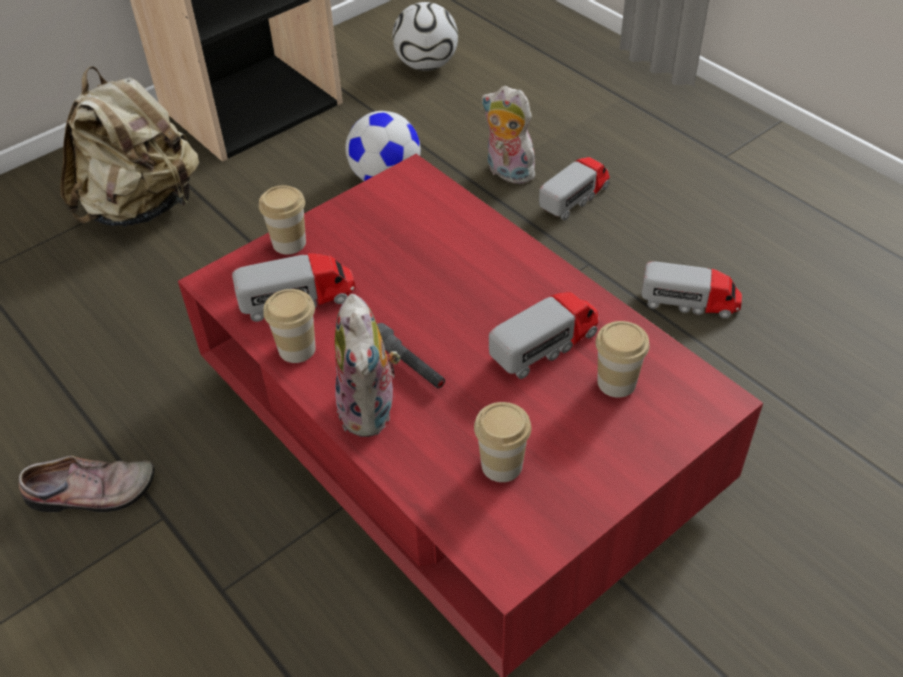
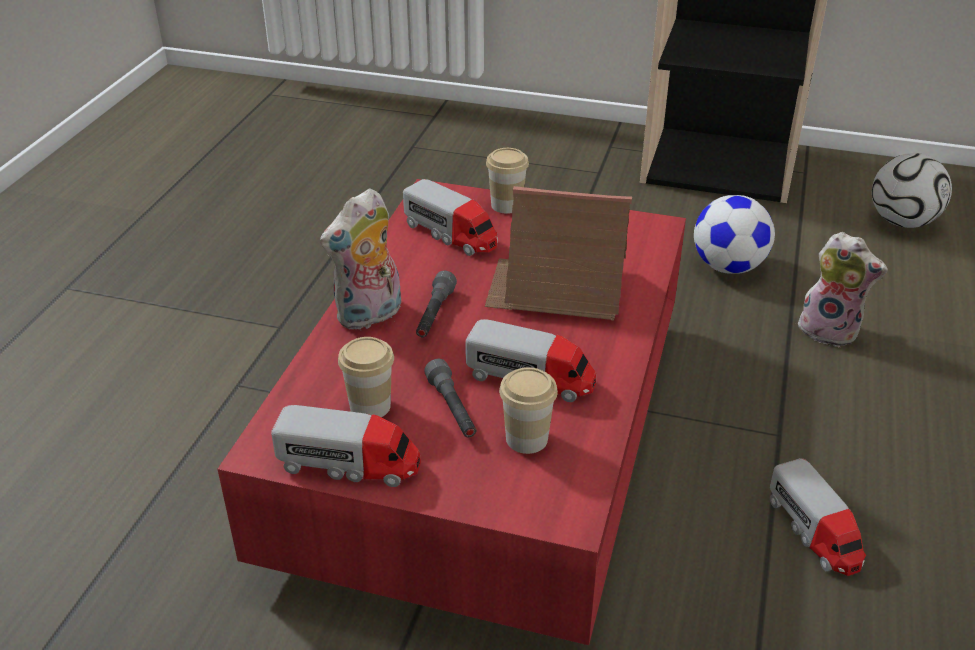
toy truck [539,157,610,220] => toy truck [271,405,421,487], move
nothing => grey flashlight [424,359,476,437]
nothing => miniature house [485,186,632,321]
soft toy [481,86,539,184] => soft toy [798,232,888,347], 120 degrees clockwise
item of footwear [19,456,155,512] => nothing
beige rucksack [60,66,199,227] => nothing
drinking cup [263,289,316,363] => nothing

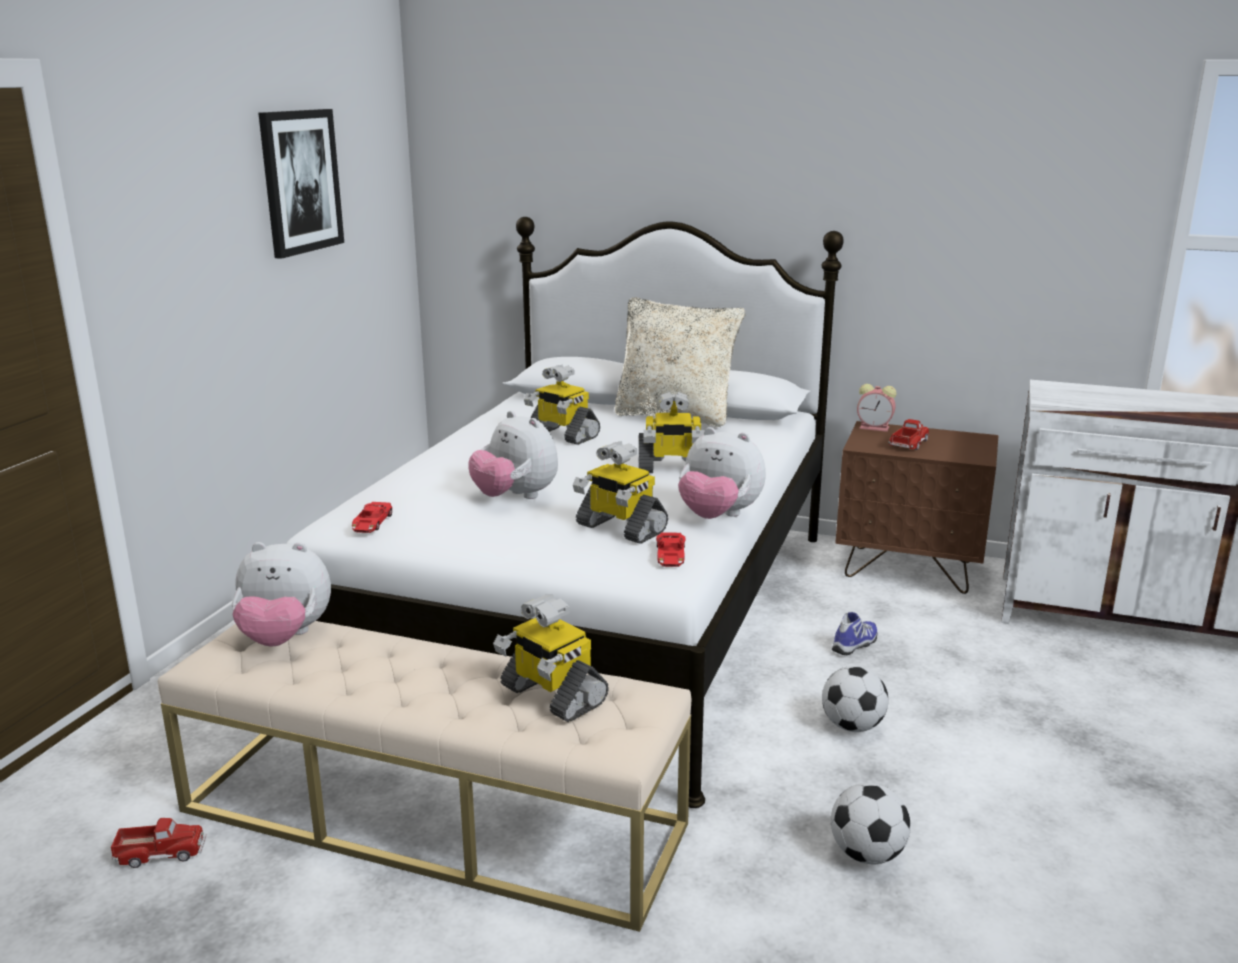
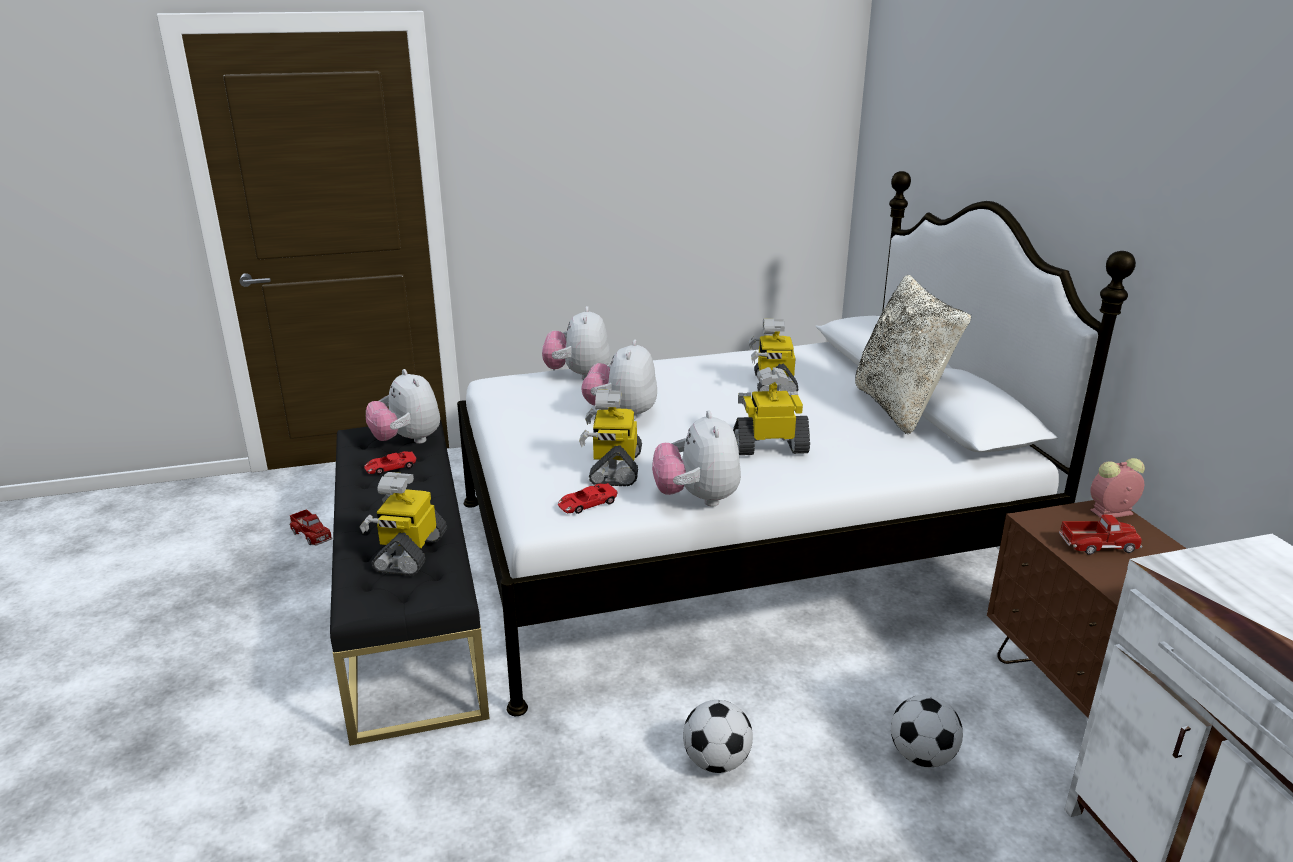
beige indoor bench [158,621,692,932] => black indoor bench [330,420,490,746]
red-coloured toy car [352,502,392,533] => red-coloured toy car [364,451,416,475], move
nothing => soft toy [542,306,610,380]
model robot [639,392,704,473] => model robot [733,367,810,455], 120 degrees clockwise
football [831,783,911,864] => football [891,695,963,767], move
bedside clock [857,384,897,432] => bedside clock [1090,458,1145,518], 90 degrees clockwise
wall picture [258,109,344,259] => nothing
item of footwear [832,612,877,655] => nothing

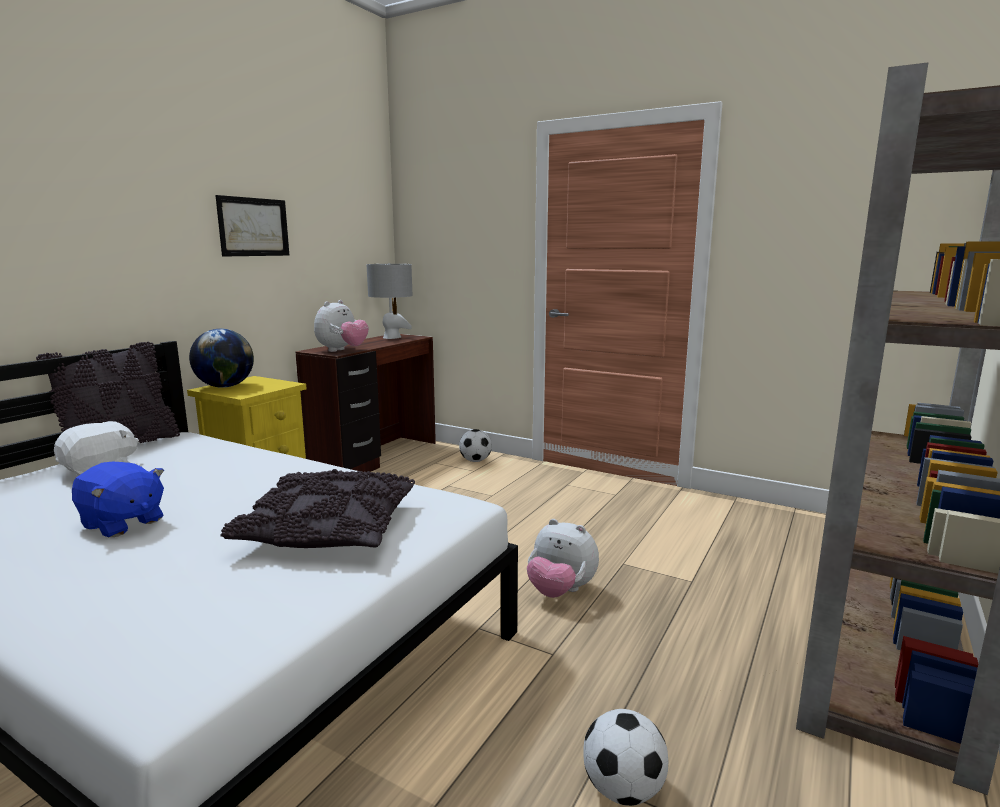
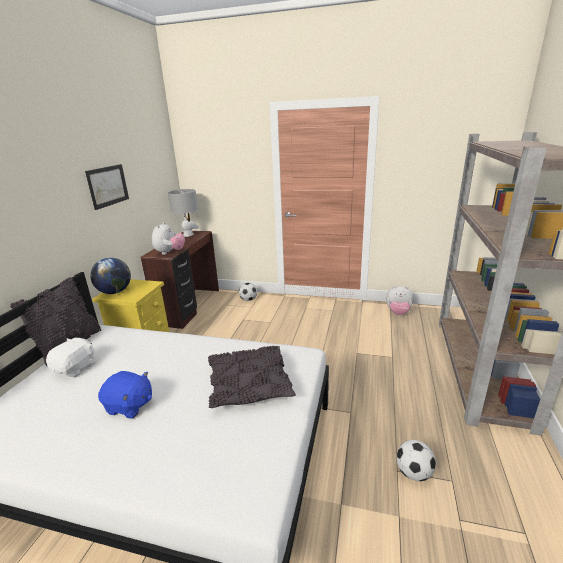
soft toy [527,519,599,598] => soft toy [386,286,413,315], move

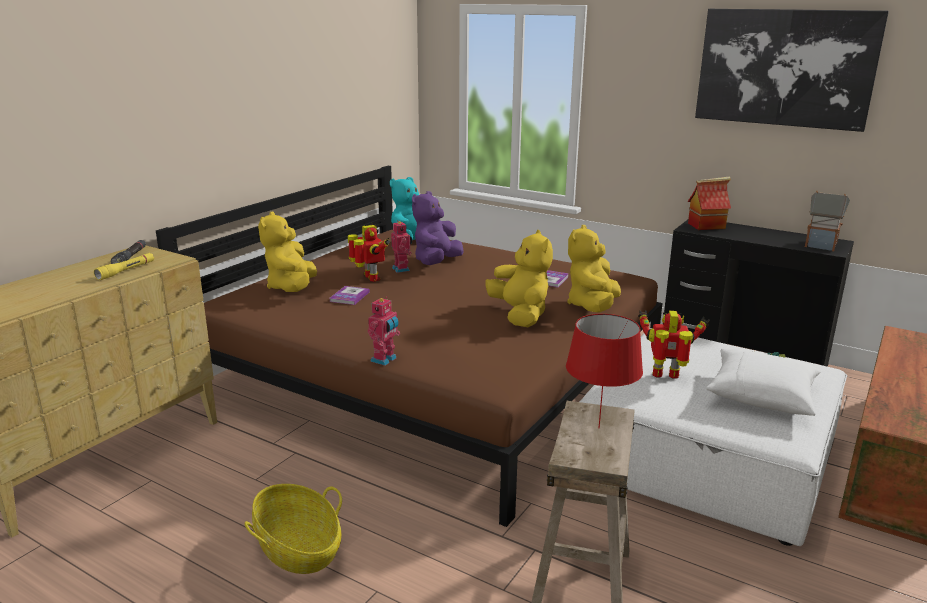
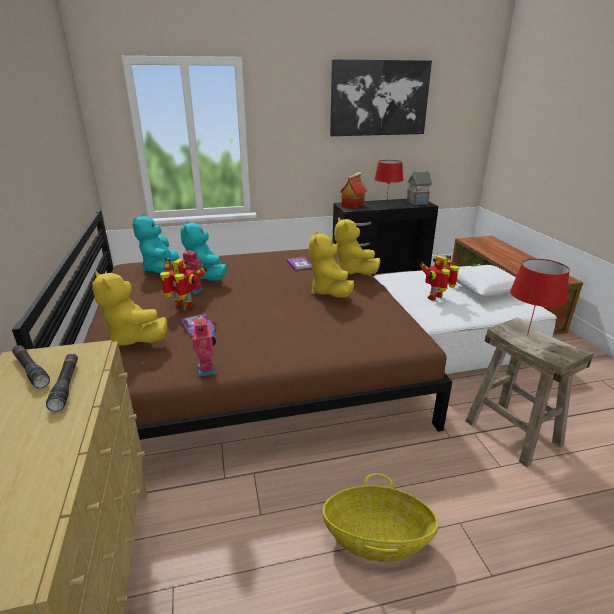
yellowish flashlight [94,253,154,280] => black flashlight [46,354,78,412]
purple soft toy [412,191,464,265] => blue-green soft toy [181,221,227,281]
model robot [368,297,400,366] => model robot [192,316,216,377], move
yellowish soft toy [485,230,553,327] => yellowish soft toy [309,231,354,298], 120 degrees counterclockwise
nothing => red-coloured tabletop lamp [375,160,403,198]

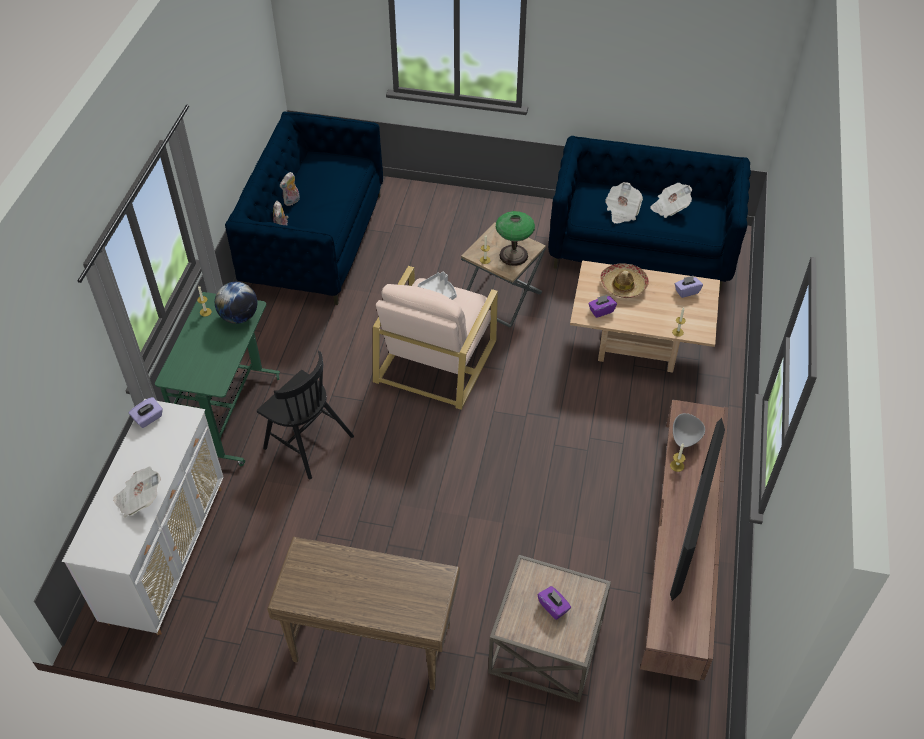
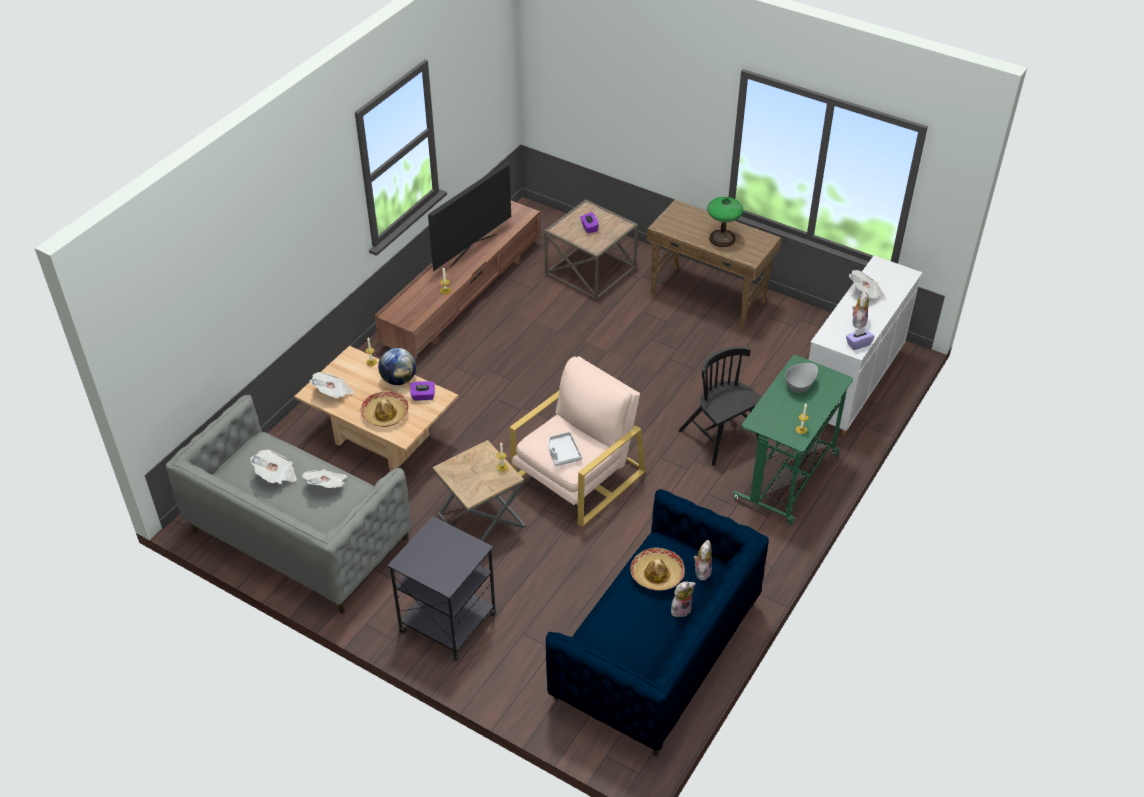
blue-coloured couch [548,136,751,292] => grey couch [166,395,411,614]
purple tissue box [675,276,703,298] => daily paper [309,372,354,398]
globe [215,282,257,324] => globe [378,348,416,385], move
nothing => black wheeled cart [387,516,496,661]
nothing => clothing hat [631,547,685,591]
tabletop lamp [496,211,535,266] => tabletop lamp [707,197,743,247], move
grey deep dish [673,413,705,447] => grey deep dish [785,363,818,393], move
nothing => soft toy [852,292,869,329]

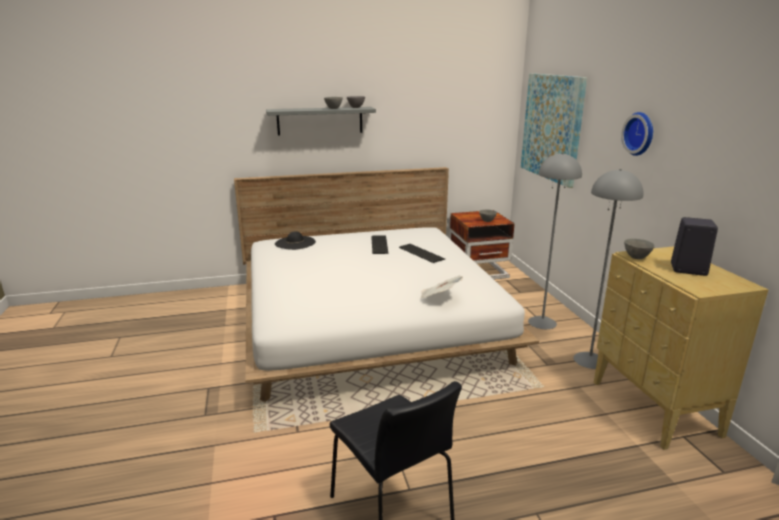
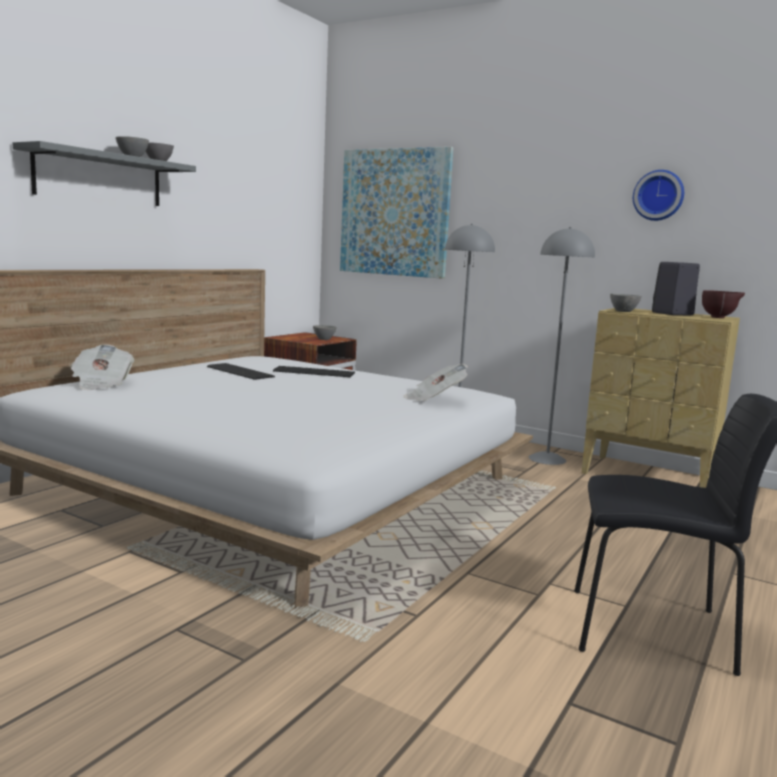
black clothing hat [275,231,316,250] => daily paper [70,344,135,390]
hanging clock [621,112,653,156] => hanging clock [633,170,684,221], move
nothing => brown deep dish [702,290,745,318]

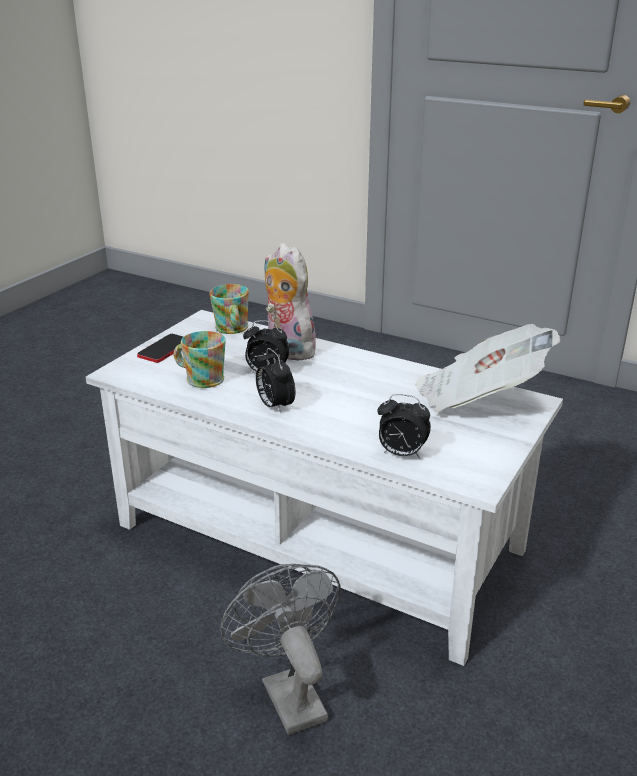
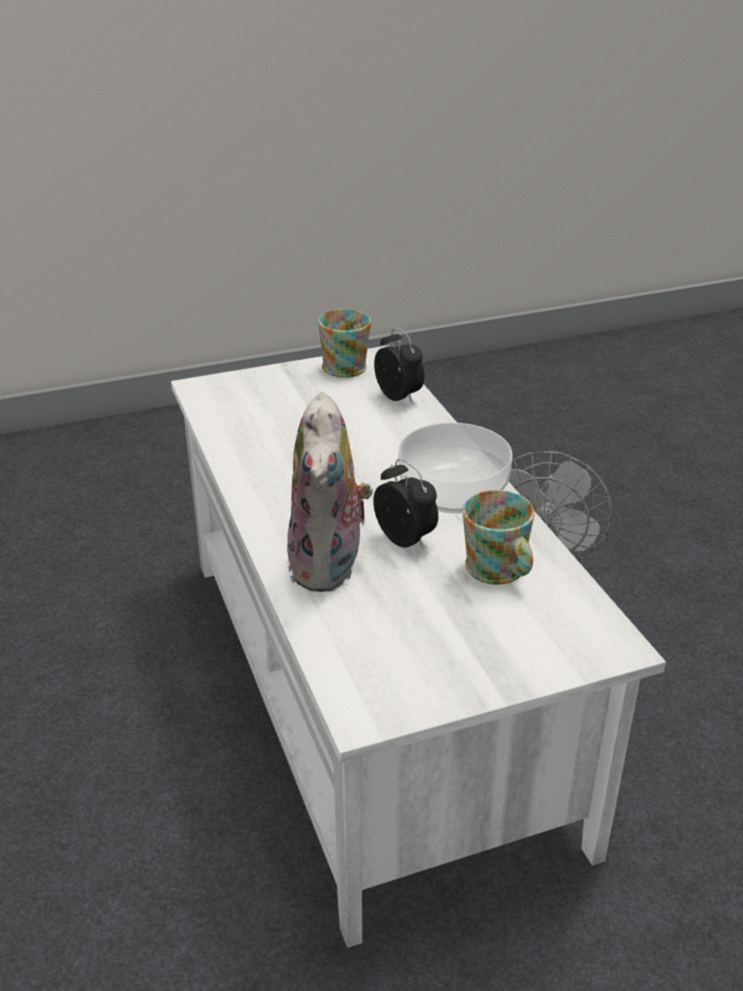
coffee mug [209,284,249,334] => coffee mug [318,309,371,378], move
bedside clock [256,348,295,413] => deep dish [398,423,513,513]
telephone [137,334,183,363] => nothing
daily paper [415,324,560,412] => nothing

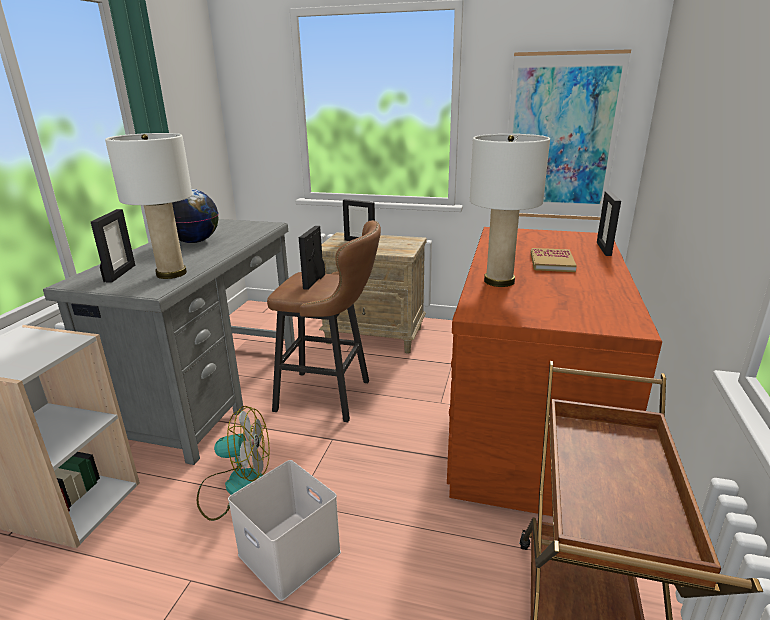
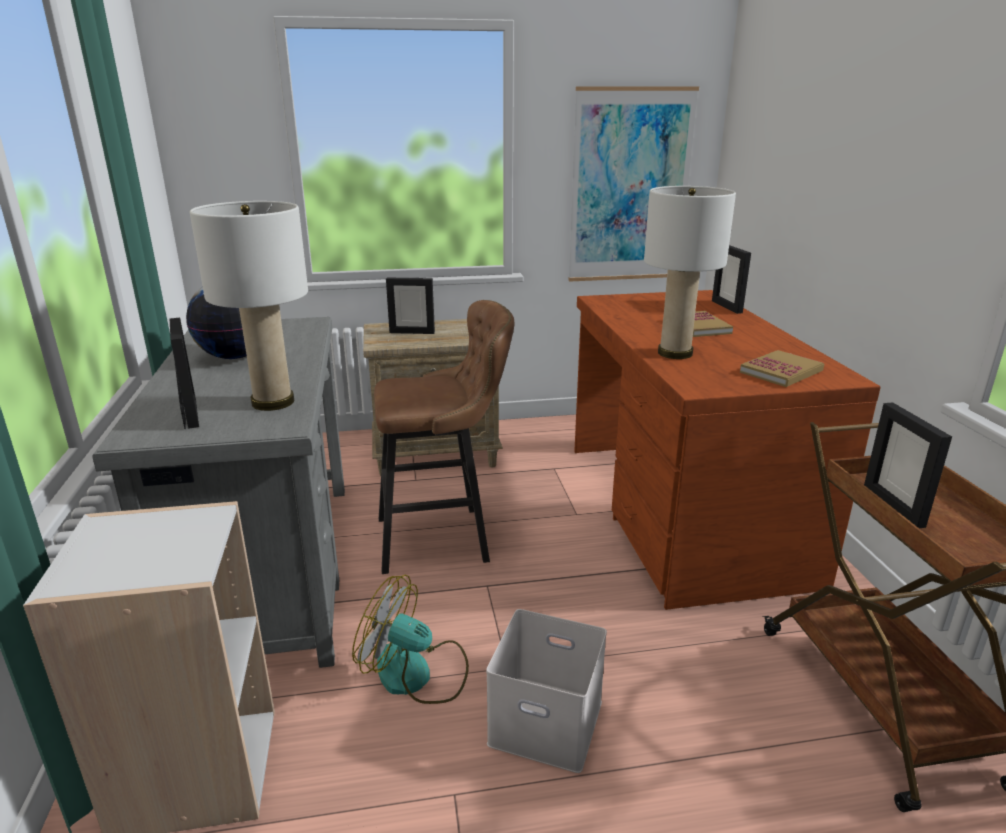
cooling fan [197,406,270,521] => cooling fan [352,575,469,704], 135 degrees counterclockwise
nothing => volume [740,350,824,387]
standing frame [299,226,325,290] => standing frame [864,402,952,528], move

